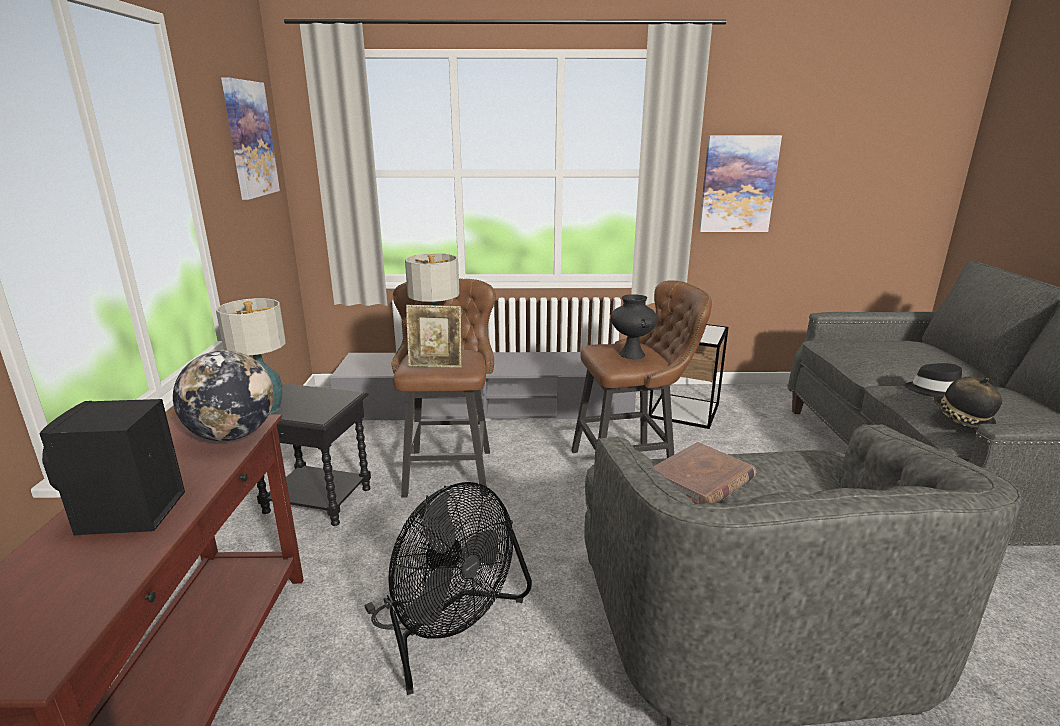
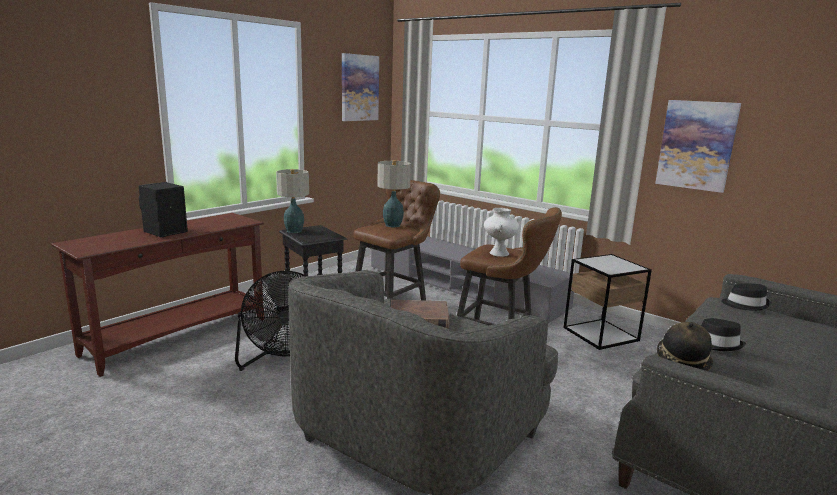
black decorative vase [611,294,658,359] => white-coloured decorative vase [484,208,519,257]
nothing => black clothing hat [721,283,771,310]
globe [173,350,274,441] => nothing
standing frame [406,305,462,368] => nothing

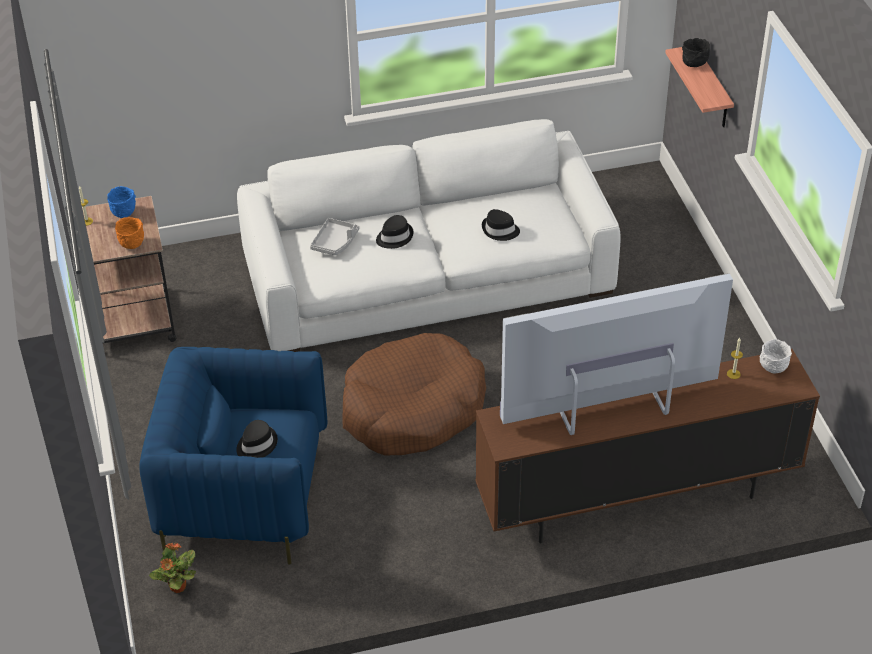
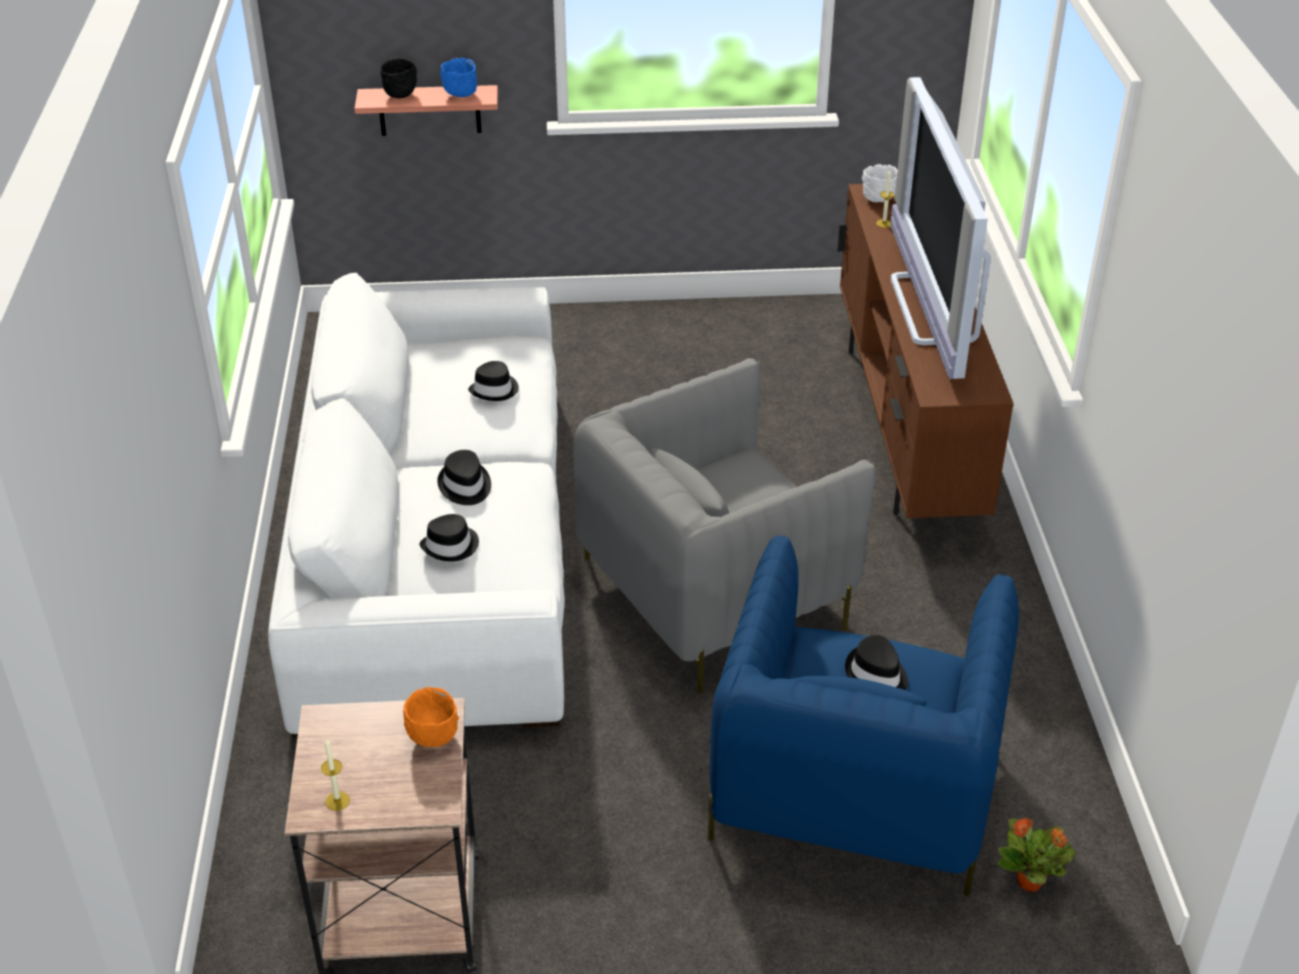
grey tray [310,218,359,255] => black clothing hat [420,514,479,562]
blue-coloured deep dish [107,186,136,218] => blue-coloured deep dish [440,57,477,97], move
brown dog cushion [342,333,486,455] => grey easy chair [573,358,876,694]

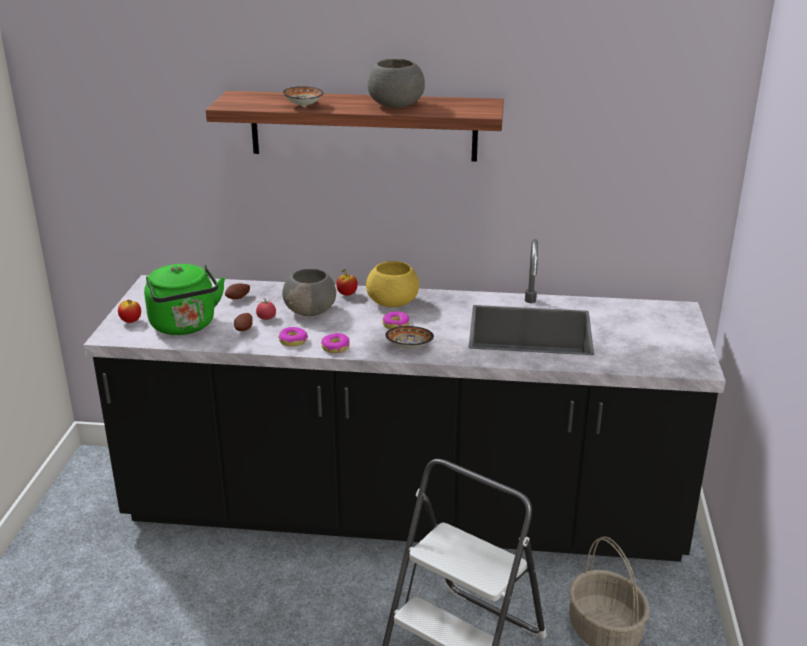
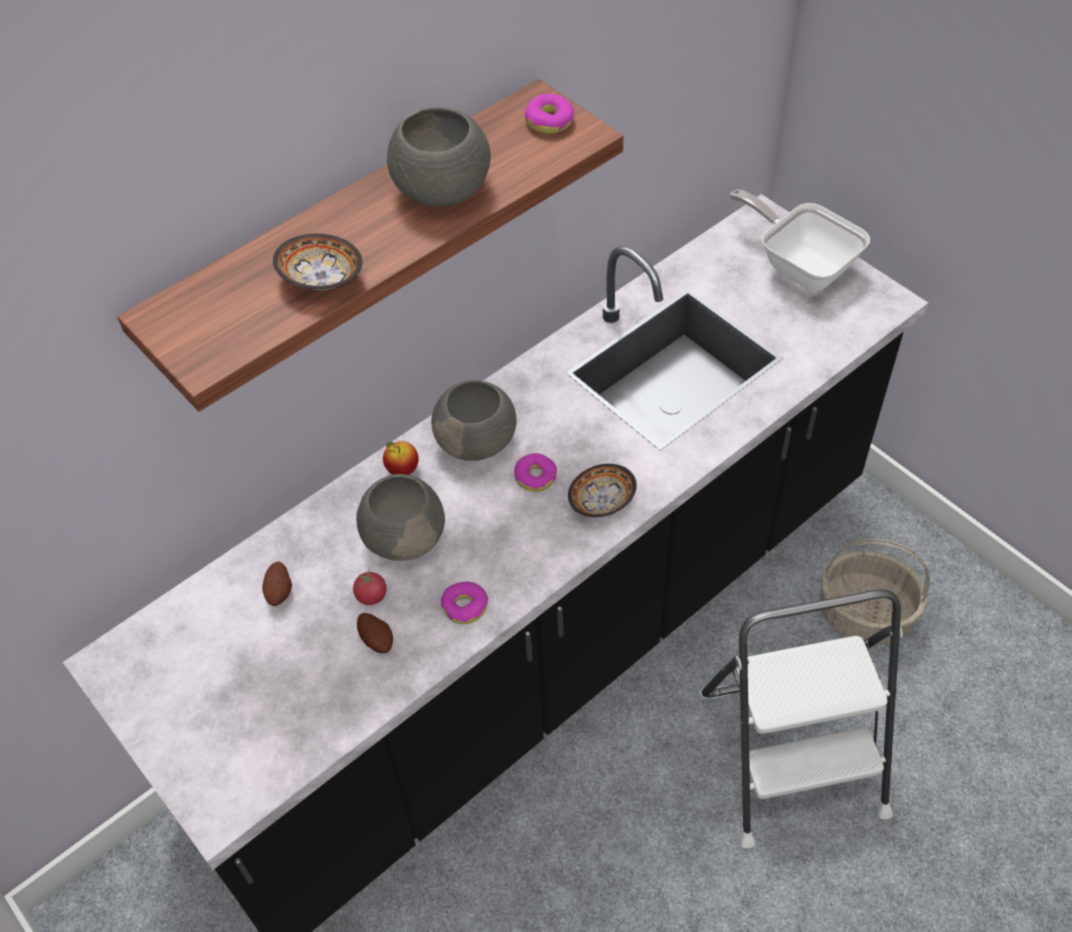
yellowish deep dish [366,261,419,307] => grey deep dish [431,380,517,461]
ring doughnut [321,333,350,353] => ring doughnut [525,94,574,134], move
nothing => skillet [730,190,870,291]
apple [118,300,141,323] => nothing
green kettle [144,264,225,335] => nothing

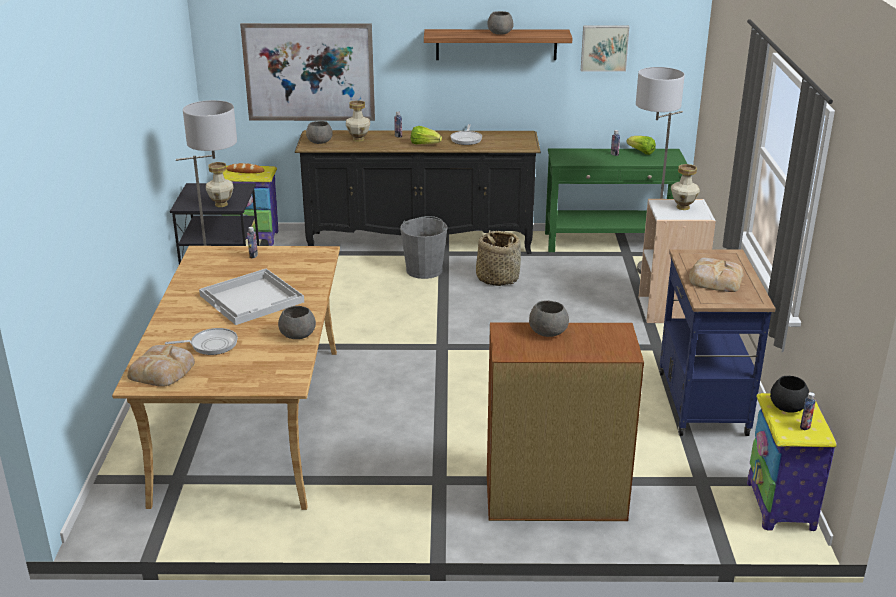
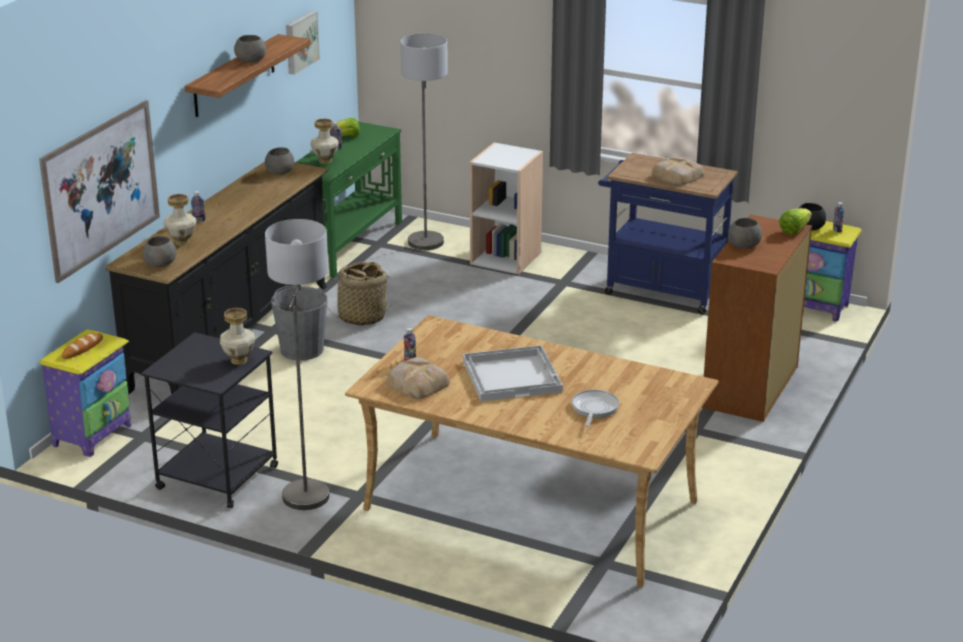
grey deep dish [278,306,316,339] => grey deep dish [265,147,294,175], move
decorative vase [671,164,700,210] => decorative vase [310,118,339,164], move
baked bread [127,345,195,387] => baked bread [386,357,450,399], move
head of lettuce [411,126,442,144] => head of lettuce [779,208,812,234], move
skillet [451,124,482,145] => nothing

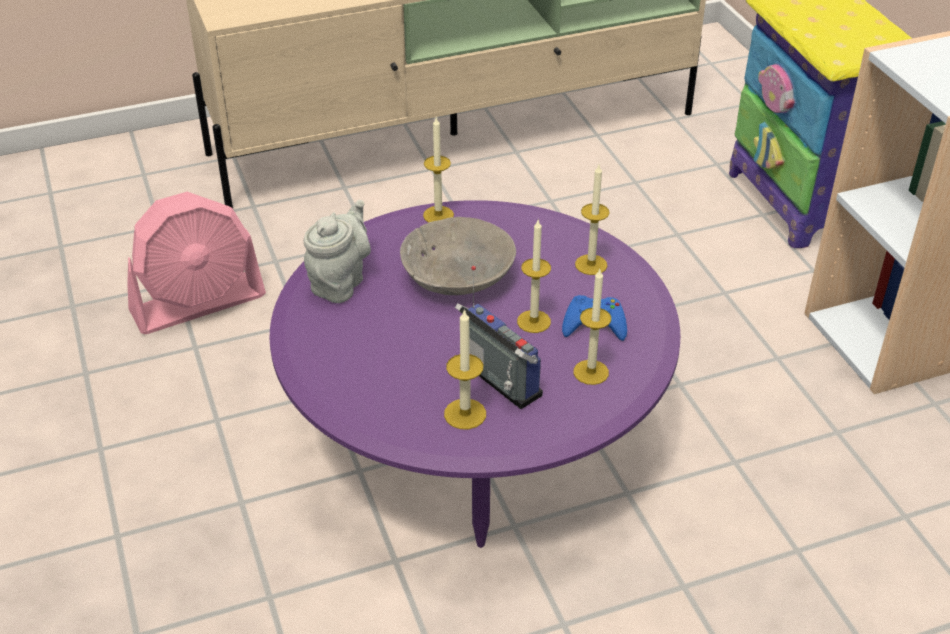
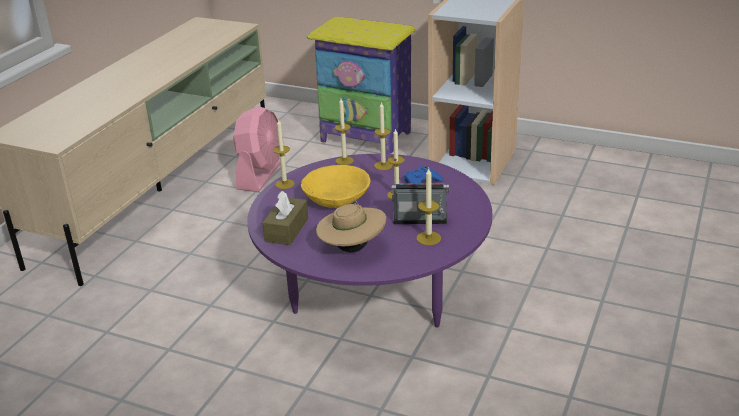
pink cooling fan [127,192,266,334] => pink cooling fan [233,106,283,192], move
grey tea pot [304,200,371,303] => brown tissue box [262,191,308,245]
grey deep dish [400,217,516,295] => yellowish deep dish [301,165,370,208]
nothing => beige clothing hat [316,197,386,252]
wax candle [573,269,611,385] => wax candle [335,99,354,165], move

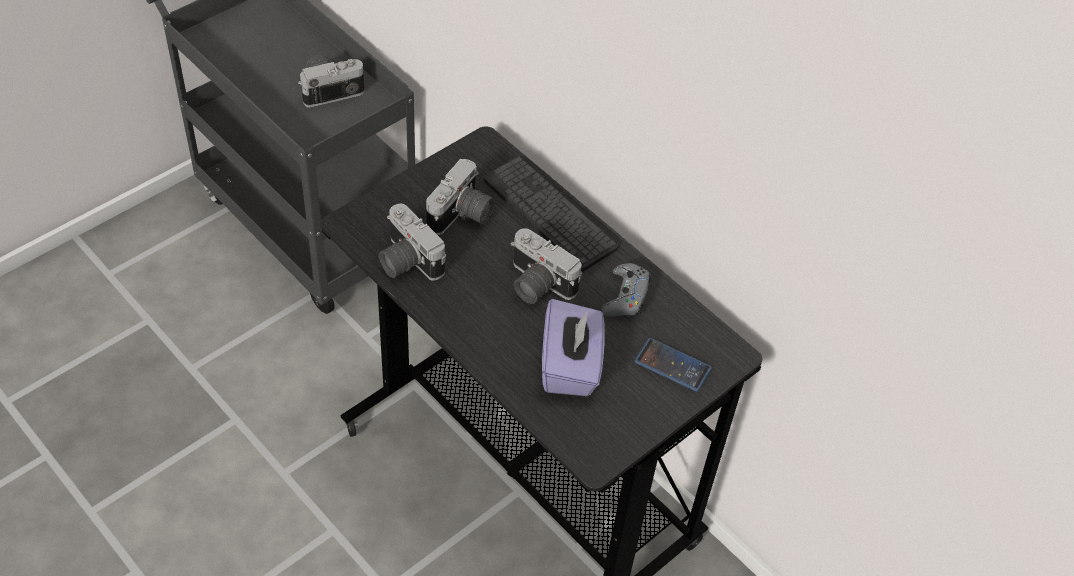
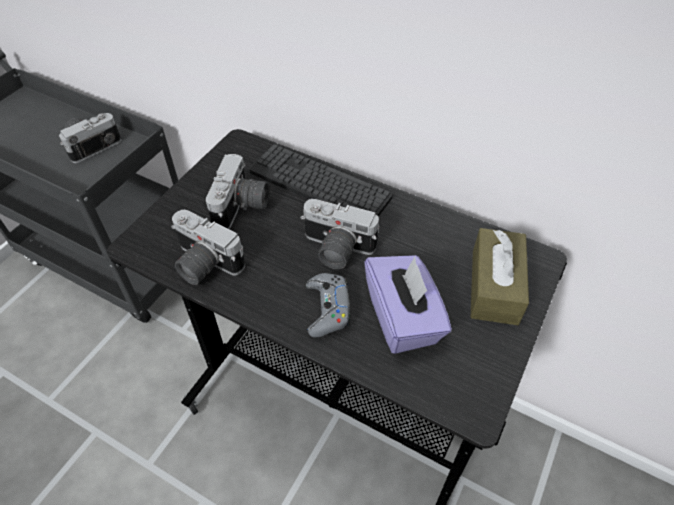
grey gamepad [601,263,651,317] => grey gamepad [306,273,351,337], move
telephone [634,338,712,392] => brown tissue box [471,228,529,325]

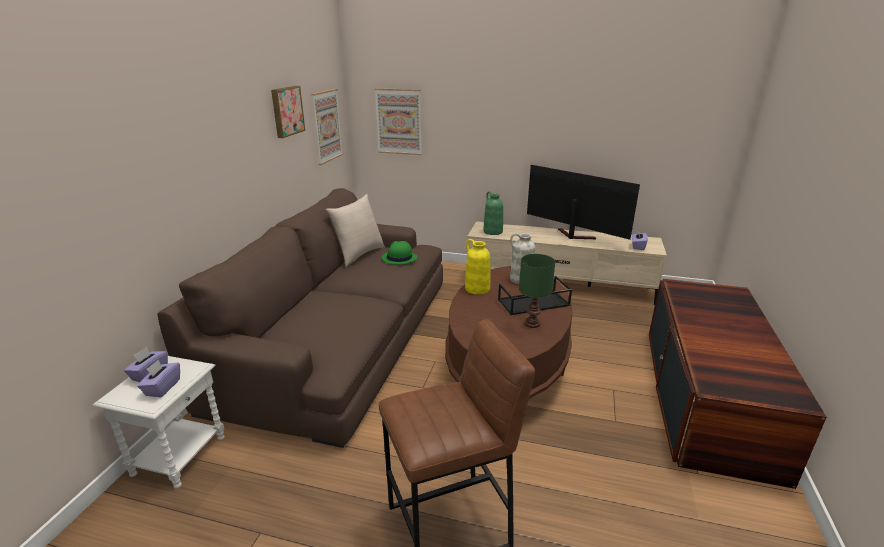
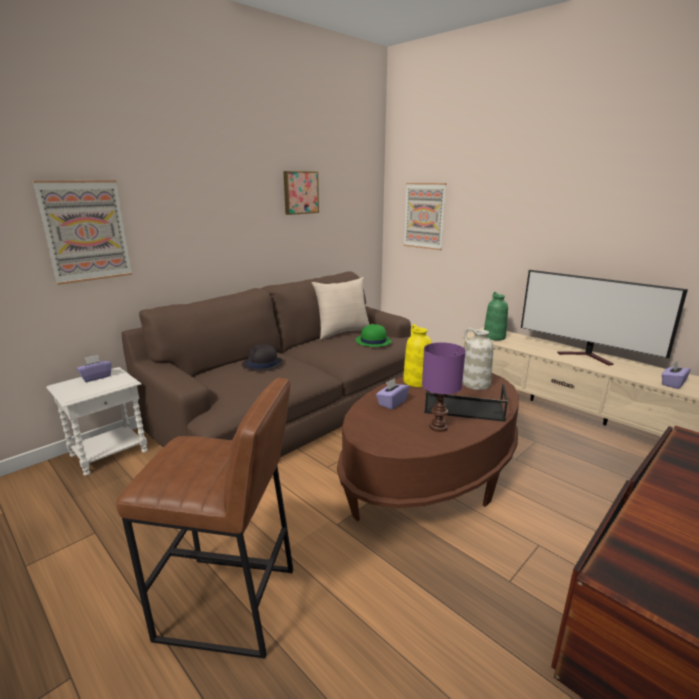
wall picture [311,89,343,165] => wall picture [33,180,132,285], move
nothing => black clothing hat [242,344,283,371]
purple tissue box [137,360,180,397] => purple tissue box [376,378,409,410], move
green tabletop lamp [519,254,555,328] => purple tabletop lamp [422,342,466,432]
TV [527,165,640,240] => TV [521,270,688,366], 150 degrees clockwise

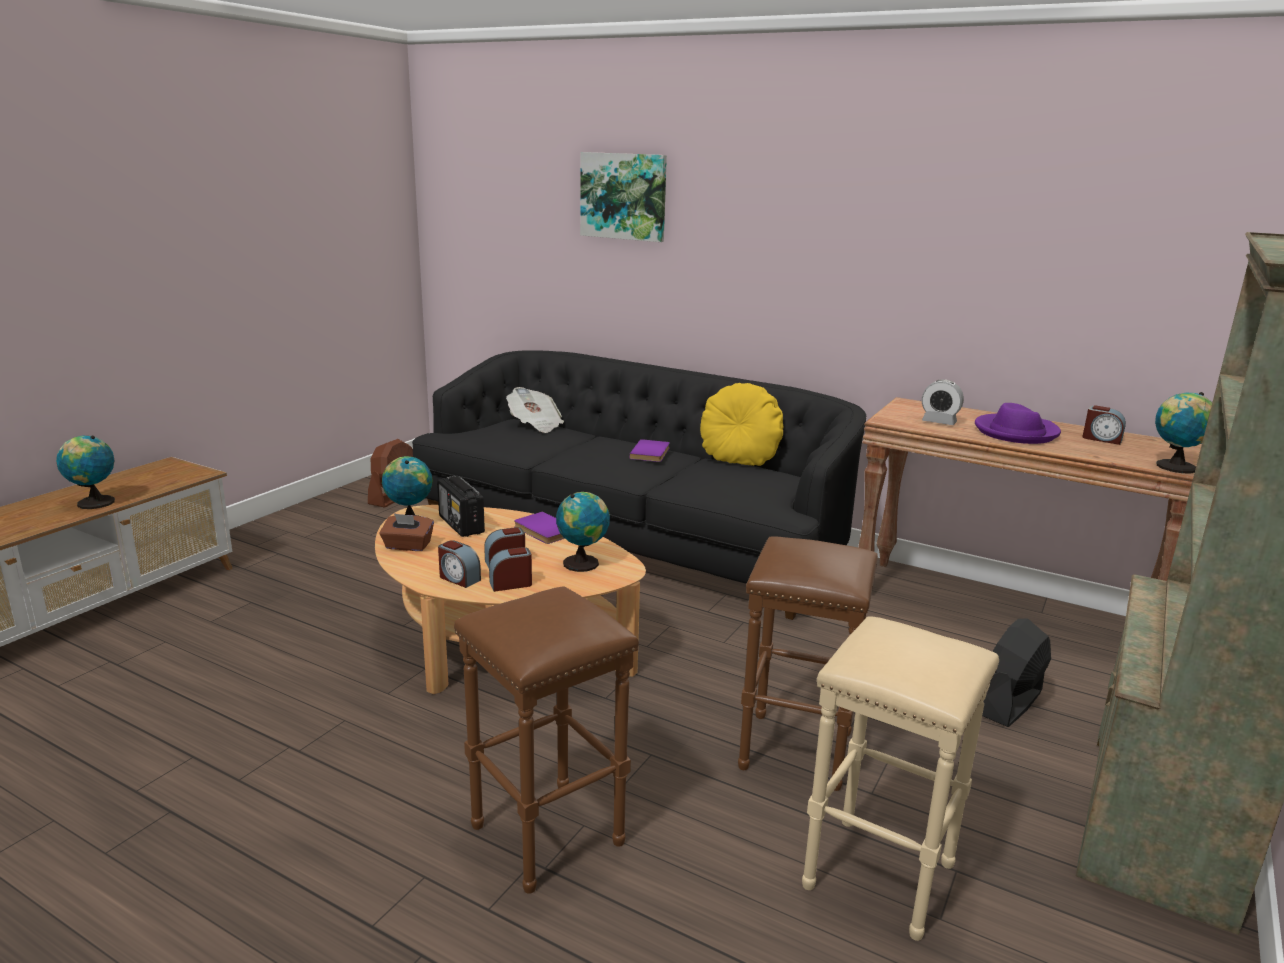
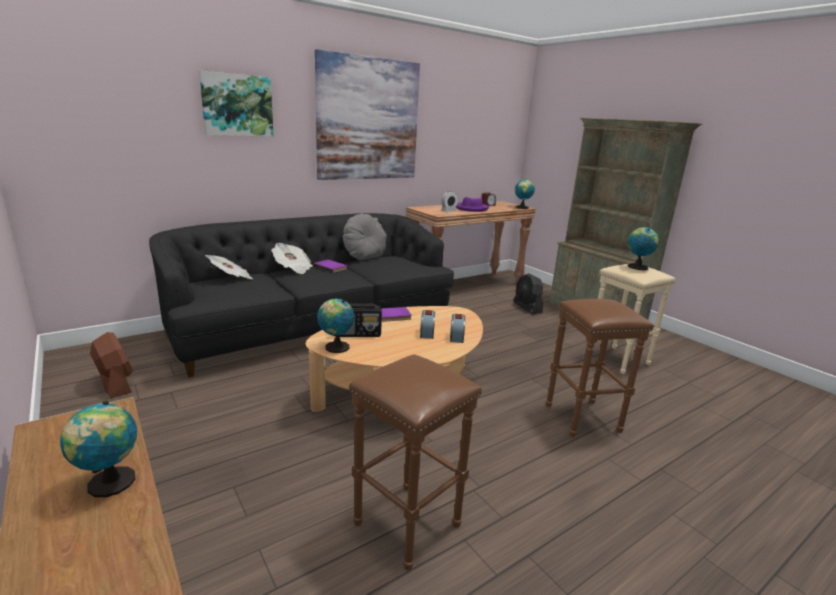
nothing => daily paper [271,243,313,274]
nothing => wall picture [315,49,420,180]
yellowish pillow [700,383,783,466] => grey pillow [343,214,387,260]
brown stool [738,536,878,791] => brown stool [349,354,482,571], move
globe [556,492,610,572] => globe [628,227,659,270], move
brown tissue box [379,513,434,551] => nothing
bedside clock [438,540,481,588] => nothing

